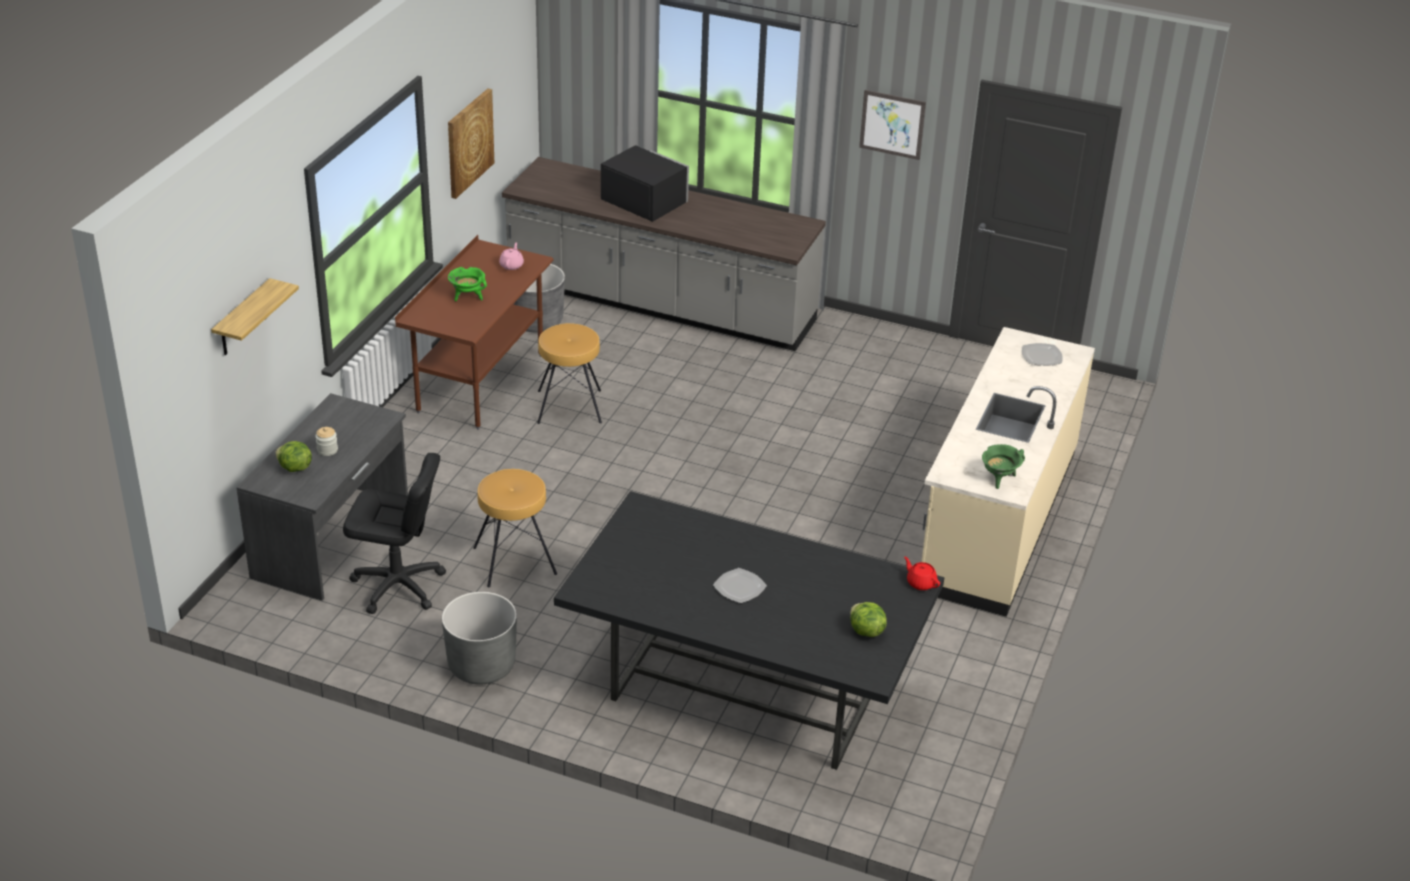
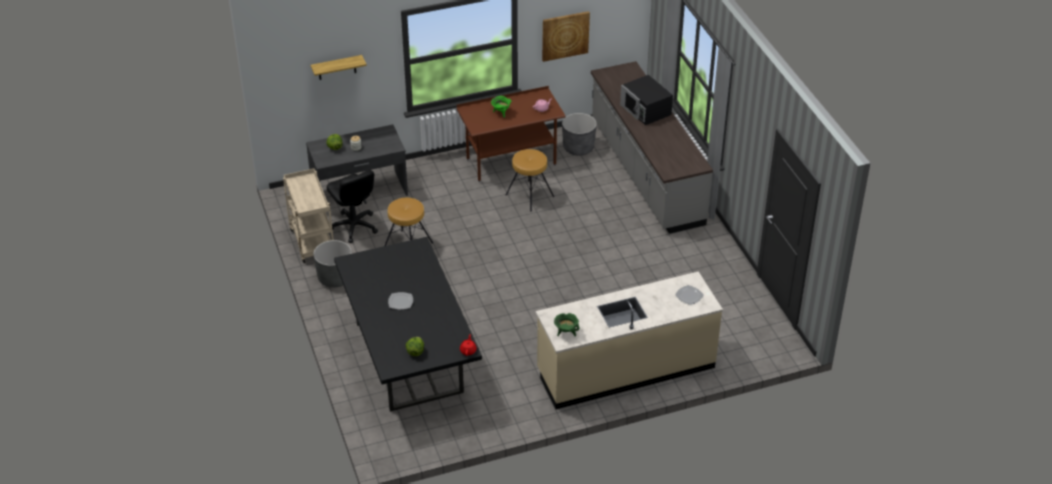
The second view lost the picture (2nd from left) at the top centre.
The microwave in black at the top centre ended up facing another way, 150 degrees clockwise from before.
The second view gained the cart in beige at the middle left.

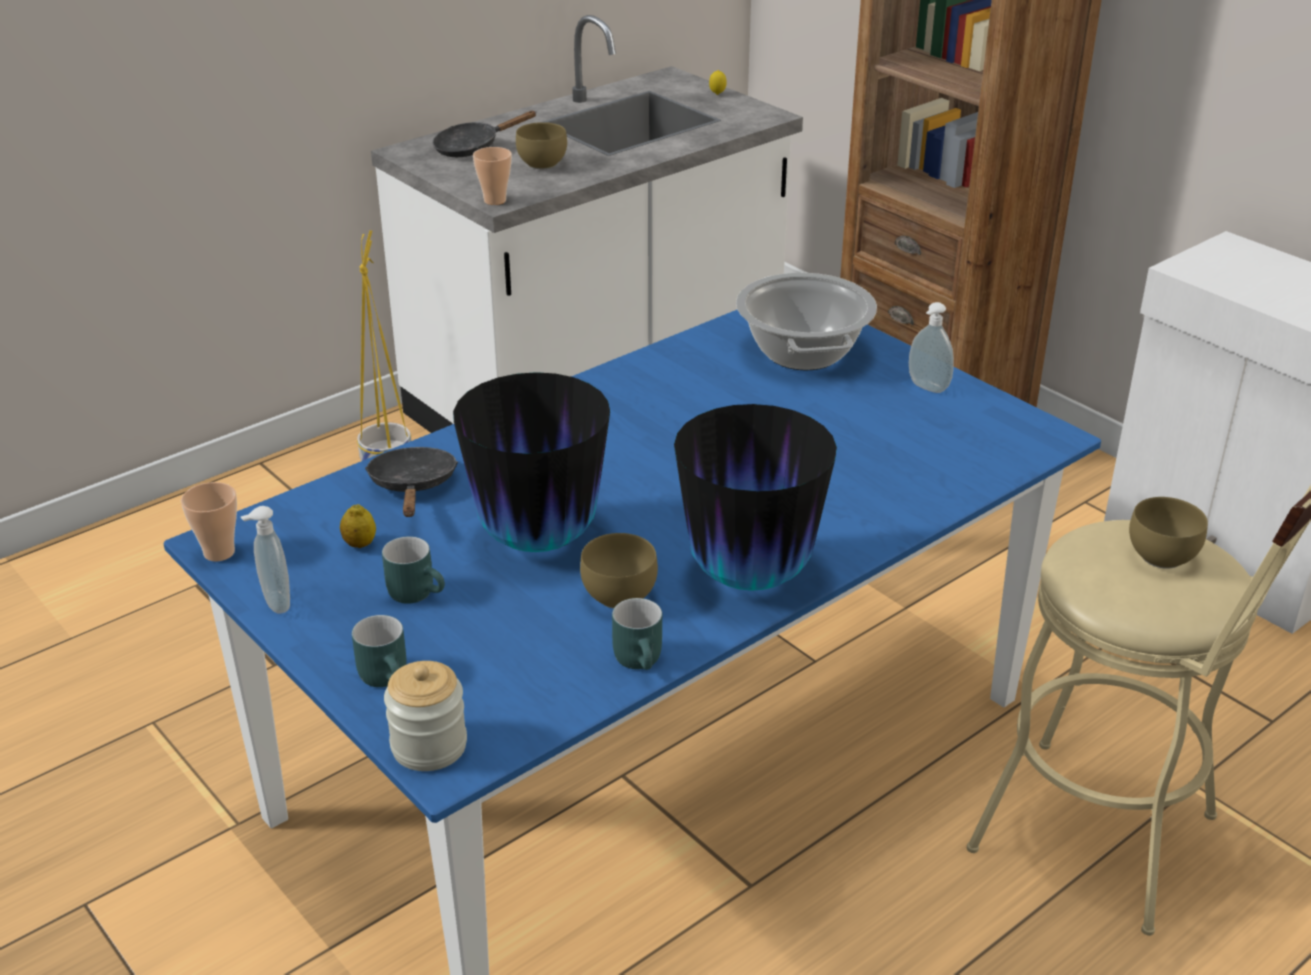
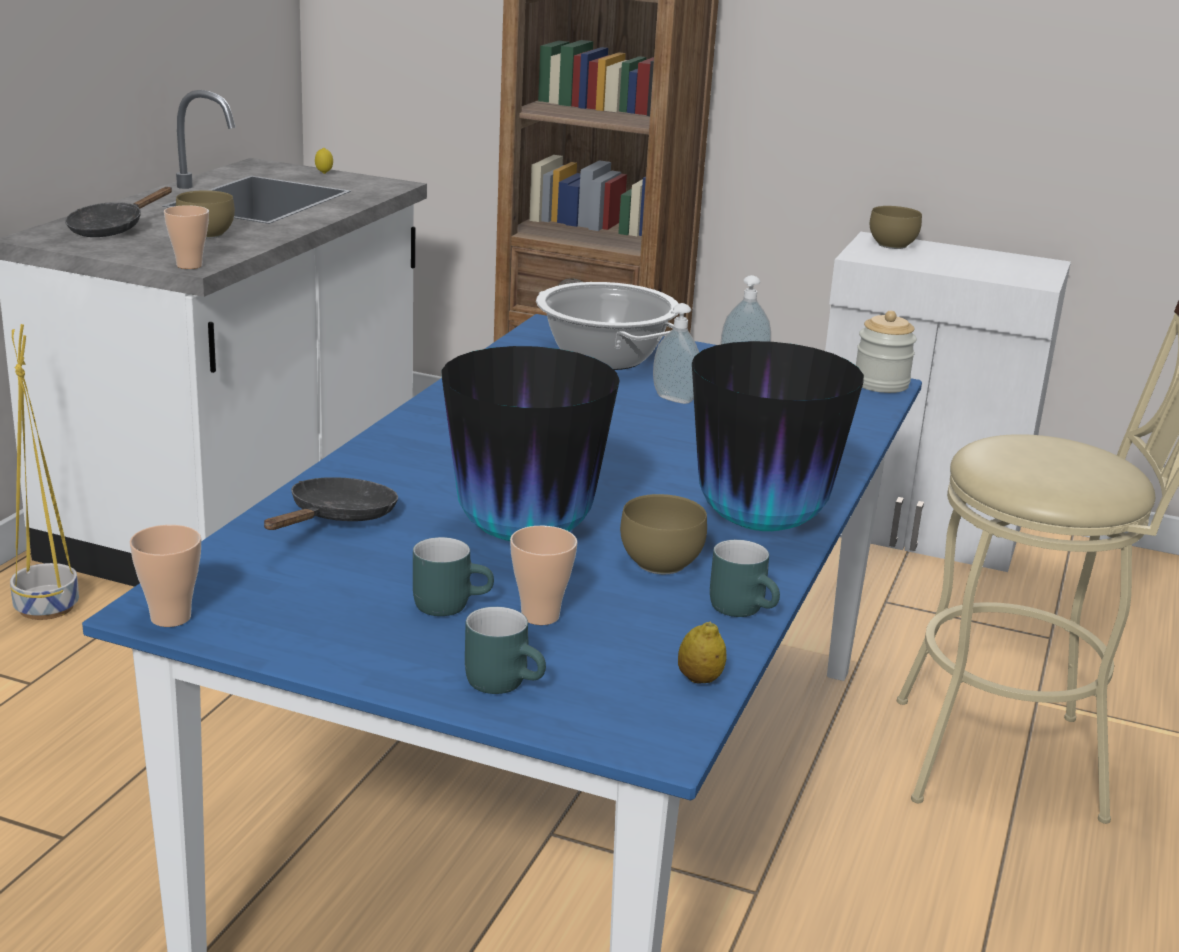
The frying pan in black (1st from left in the first image) at the middle left ended up facing another way, 60 degrees clockwise from before.
The bowl in brown (3rd from left) ended up elsewhere, having gone from the middle right to the top right.
The lemon (1st from left in the first image) ended up elsewhere, having gone from the middle left to the bottom centre.
The soap dispenser (1st from left) ended up elsewhere, having gone from the middle left to the centre.
The jar ended up elsewhere, having gone from the bottom left to the middle right.
The second view gained the cup (3rd from left) at the centre.

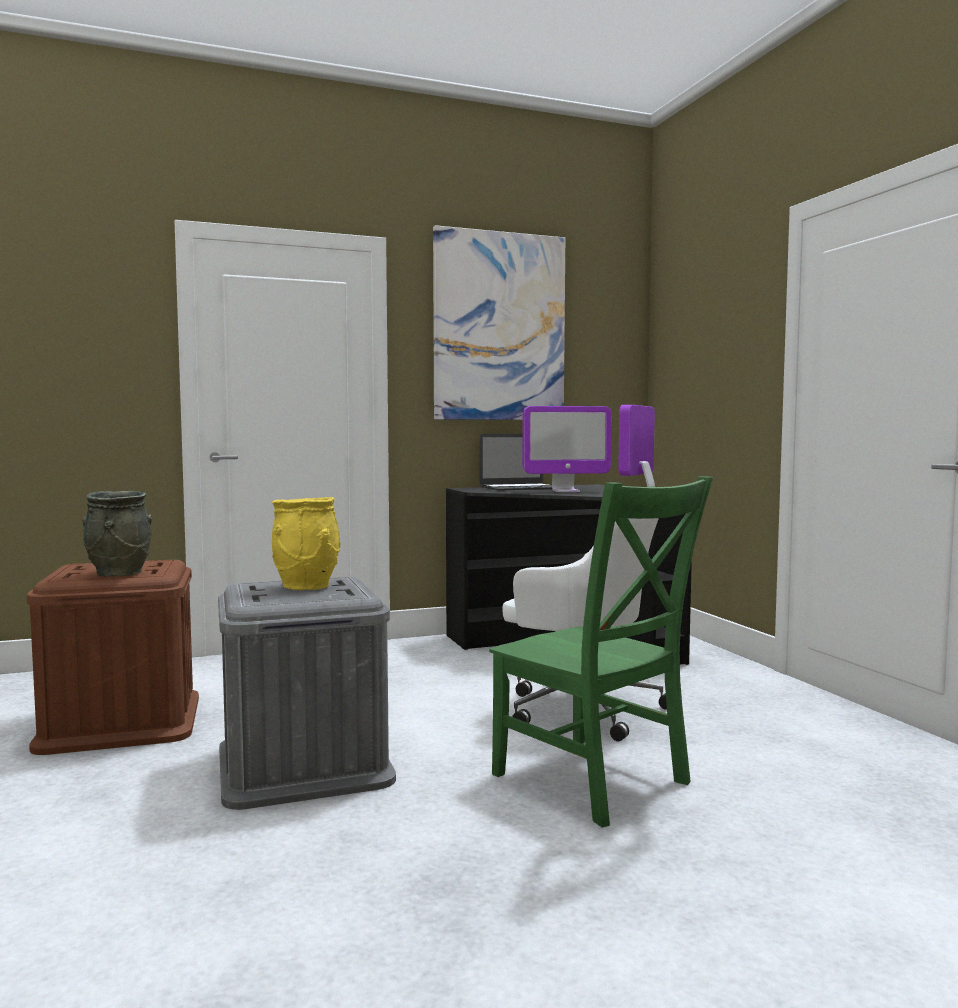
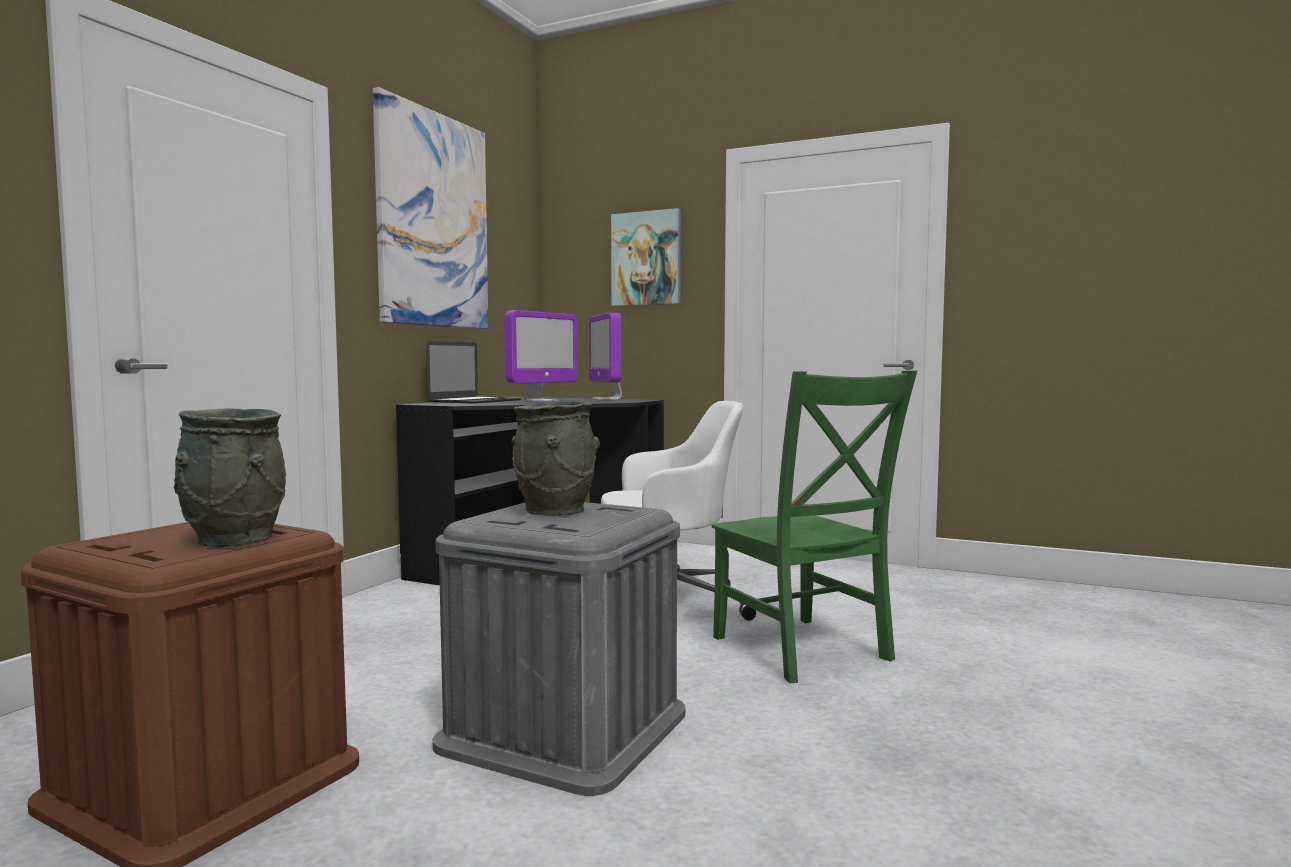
The chair in green at the centre ended up facing another way, 60 degrees clockwise from before.
What was the vase in yellow at the middle left turned into the vase in grey (2nd from left) at the centre.
The second view gained the picture (2nd from left) at the top centre.

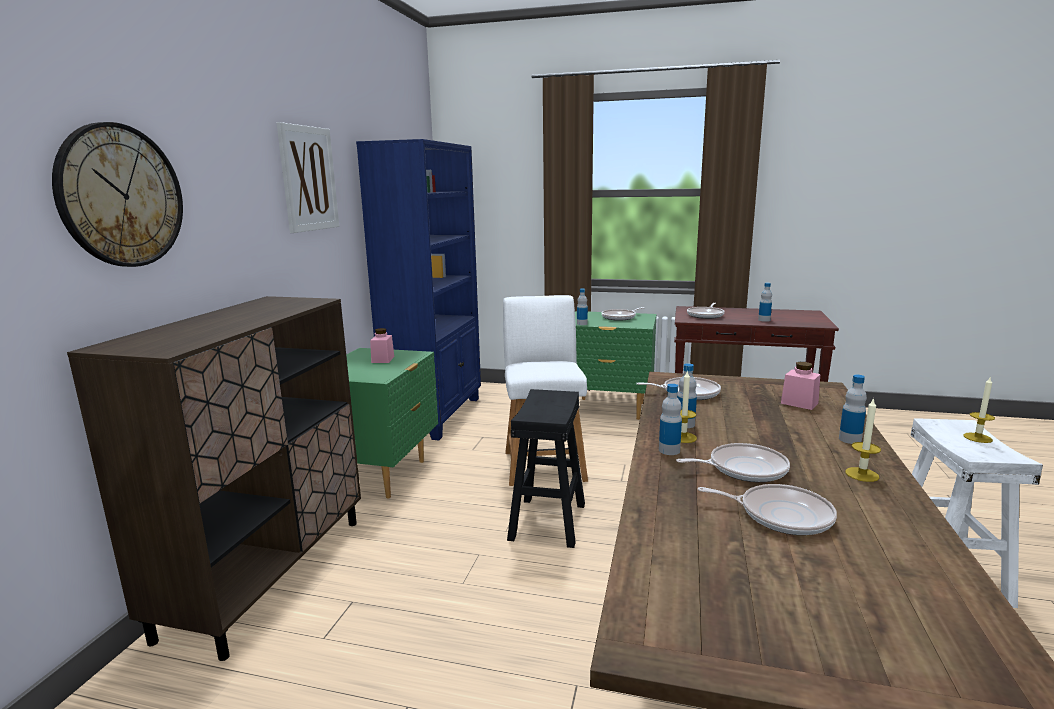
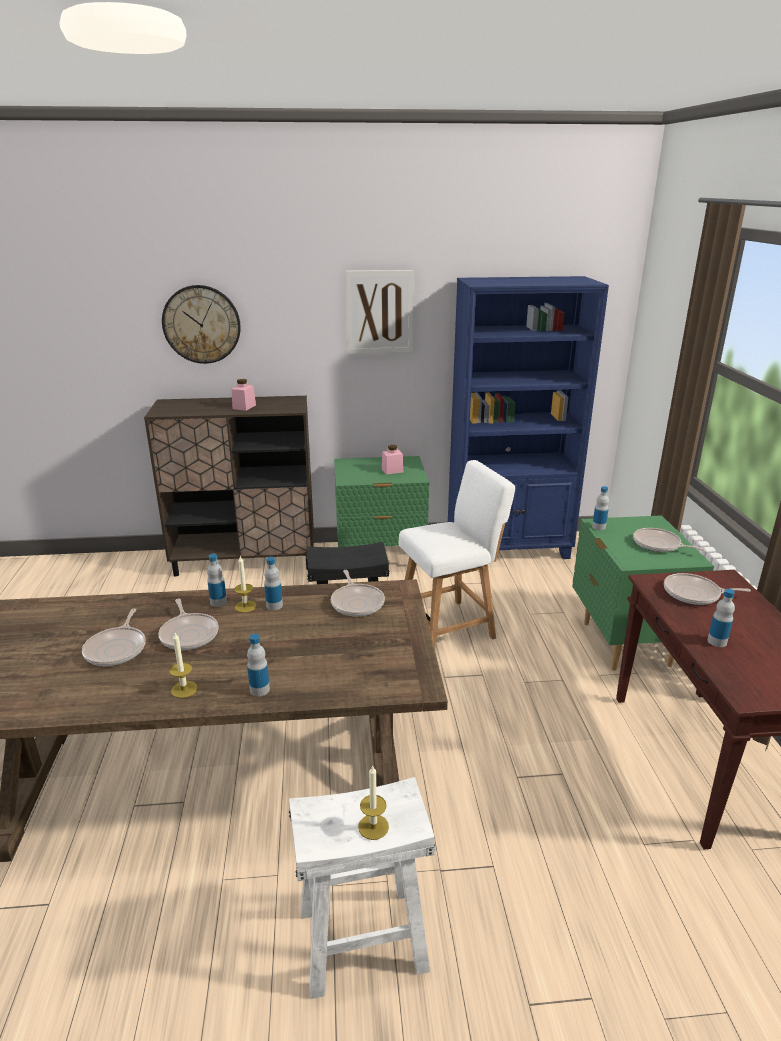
The jar in pink (2nd from left in the first image) ended up elsewhere, having gone from the middle right to the middle left.

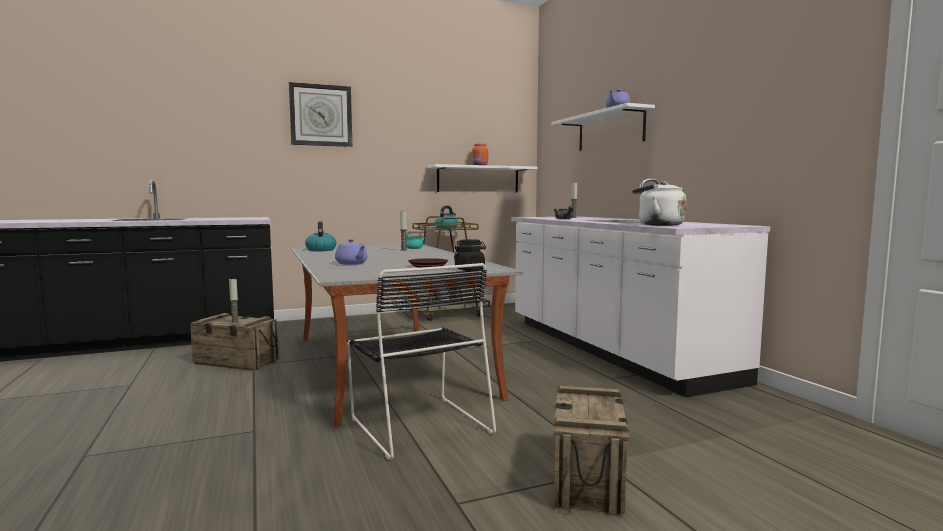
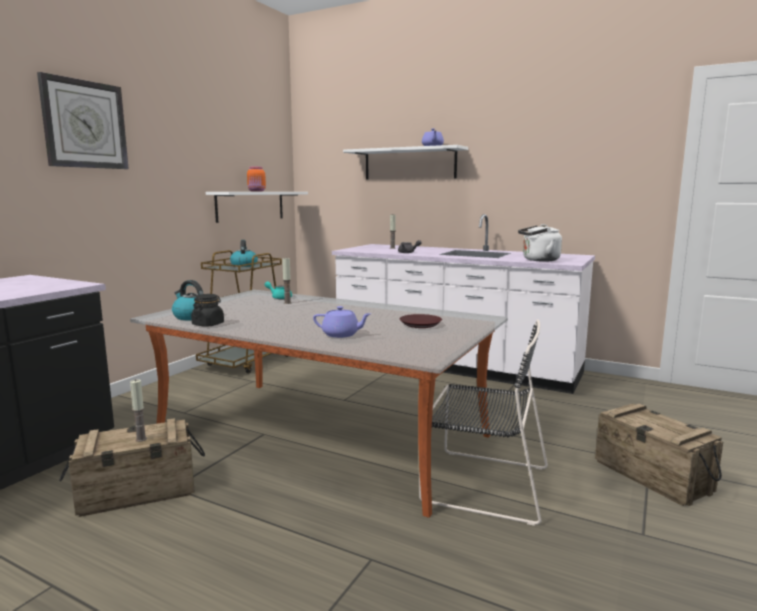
The jar in black ended up elsewhere, having gone from the centre to the middle left.

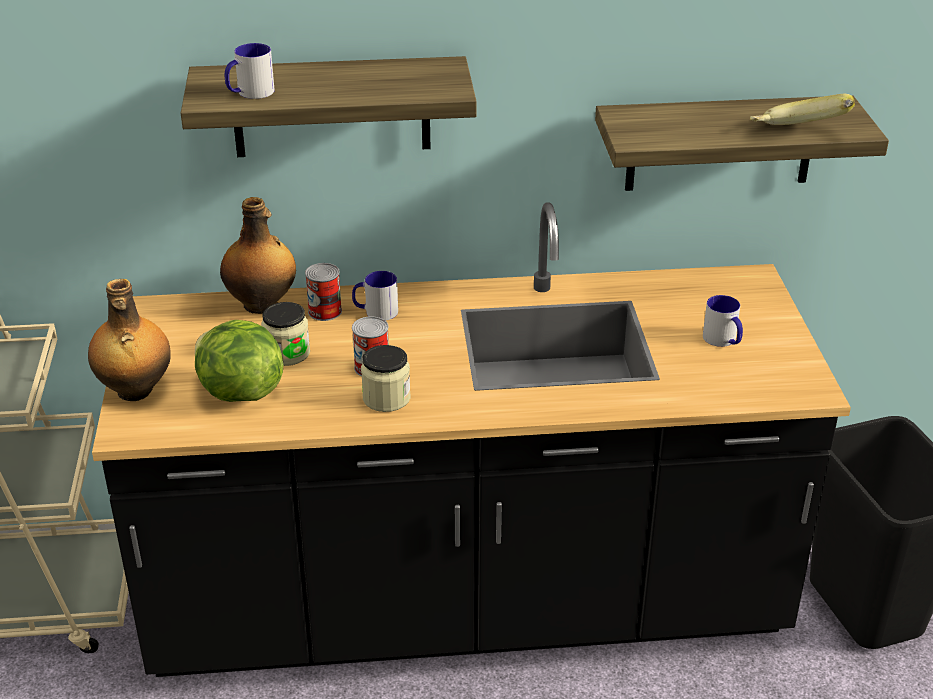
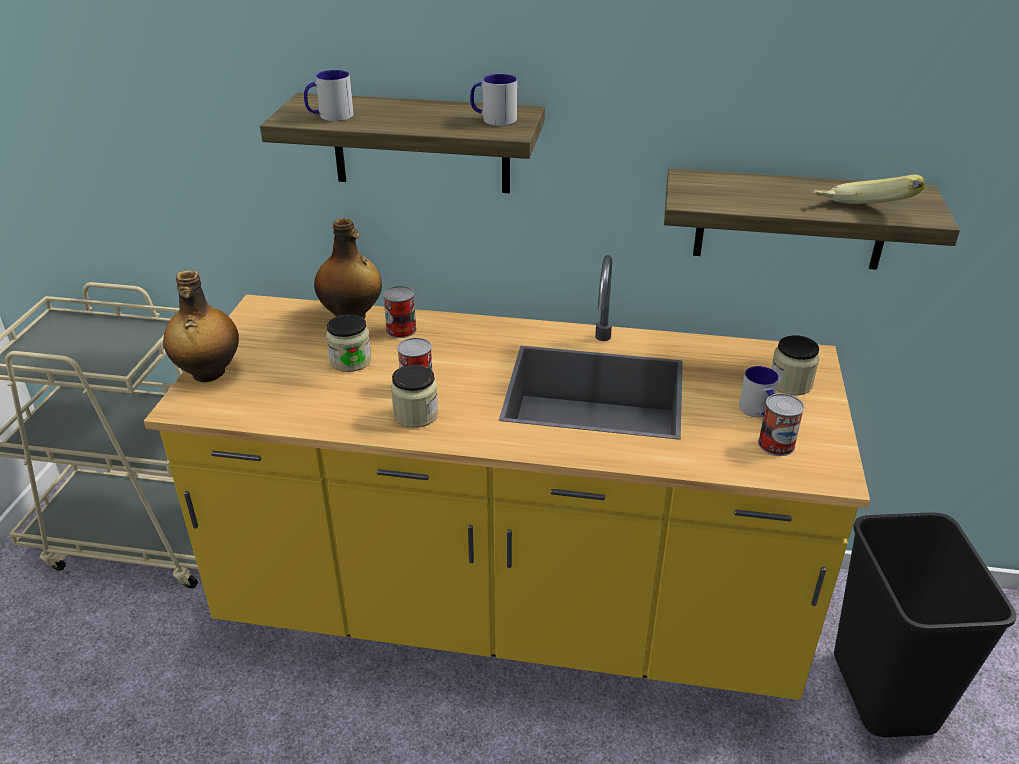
What was the counter in black at the centre turned into the counter in yellow at the centre.
The mug (2nd from left) ended up elsewhere, having gone from the centre to the top centre.
The second view lost the lettuce at the middle left.
The second view gained the jar (3rd from left) at the middle right.
The second view gained the can (3rd from left) at the middle right.

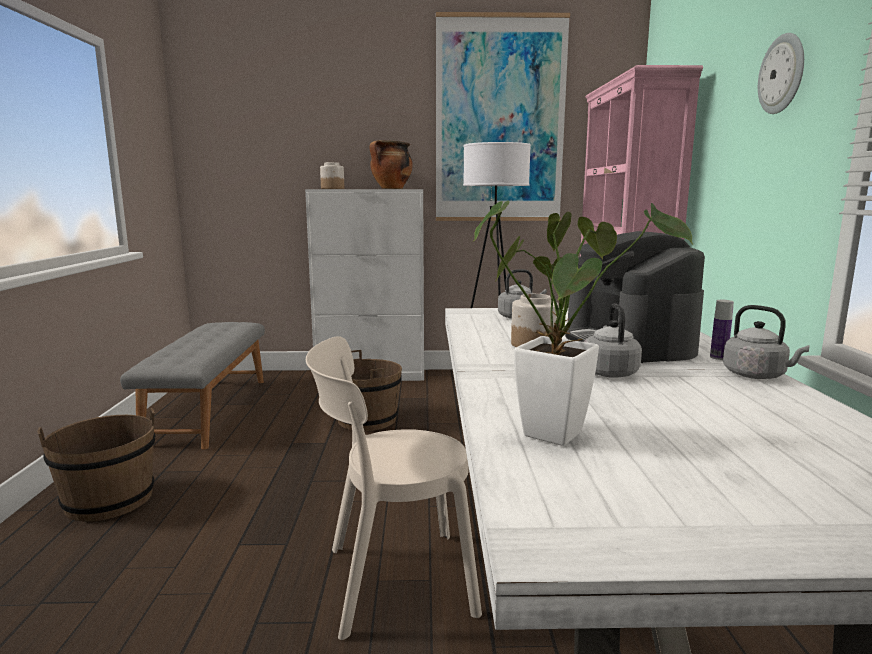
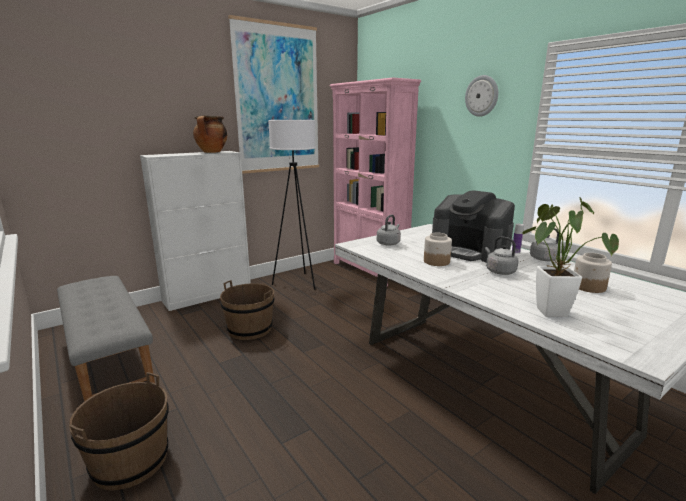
The jar (1st from left in the first image) ended up elsewhere, having gone from the top centre to the middle right.
The second view lost the chair in beige at the bottom centre.

